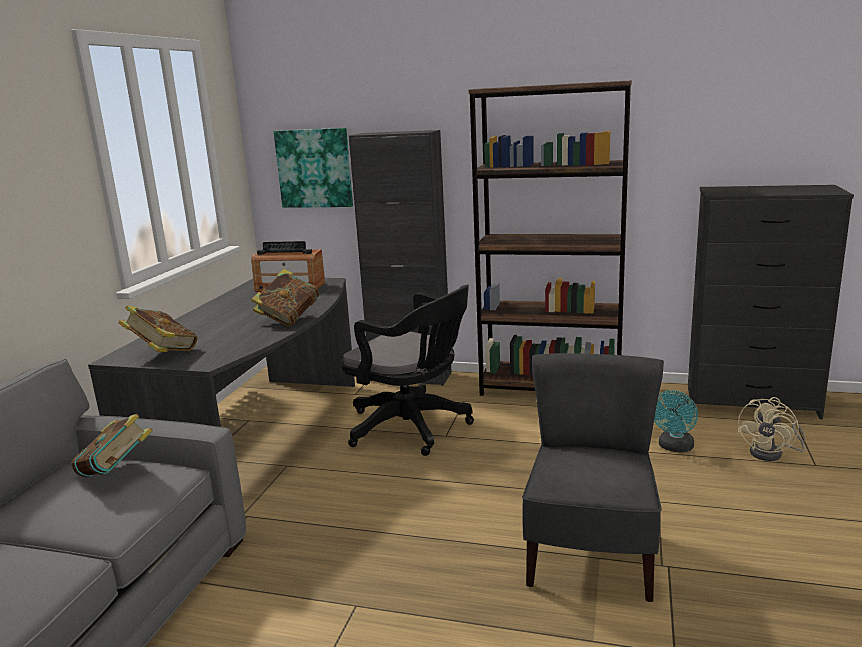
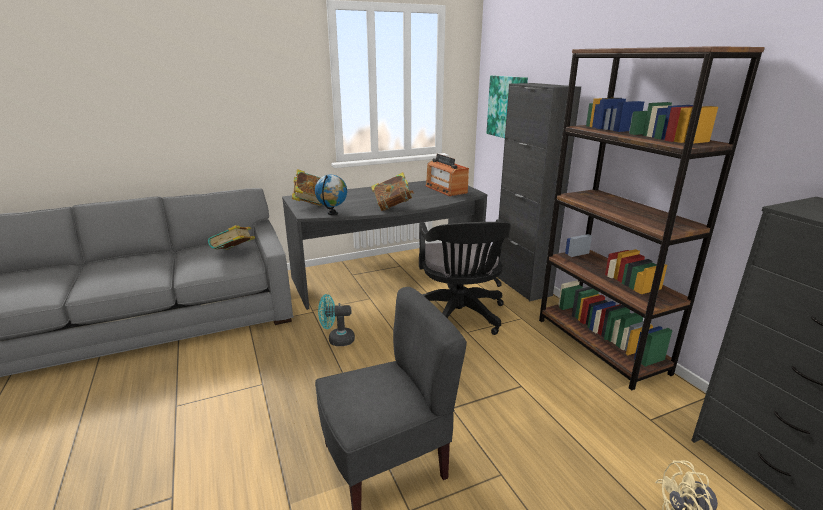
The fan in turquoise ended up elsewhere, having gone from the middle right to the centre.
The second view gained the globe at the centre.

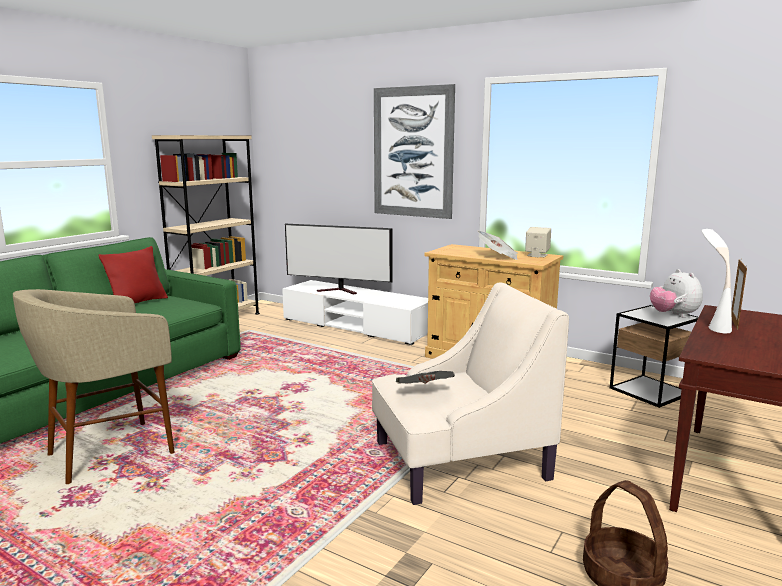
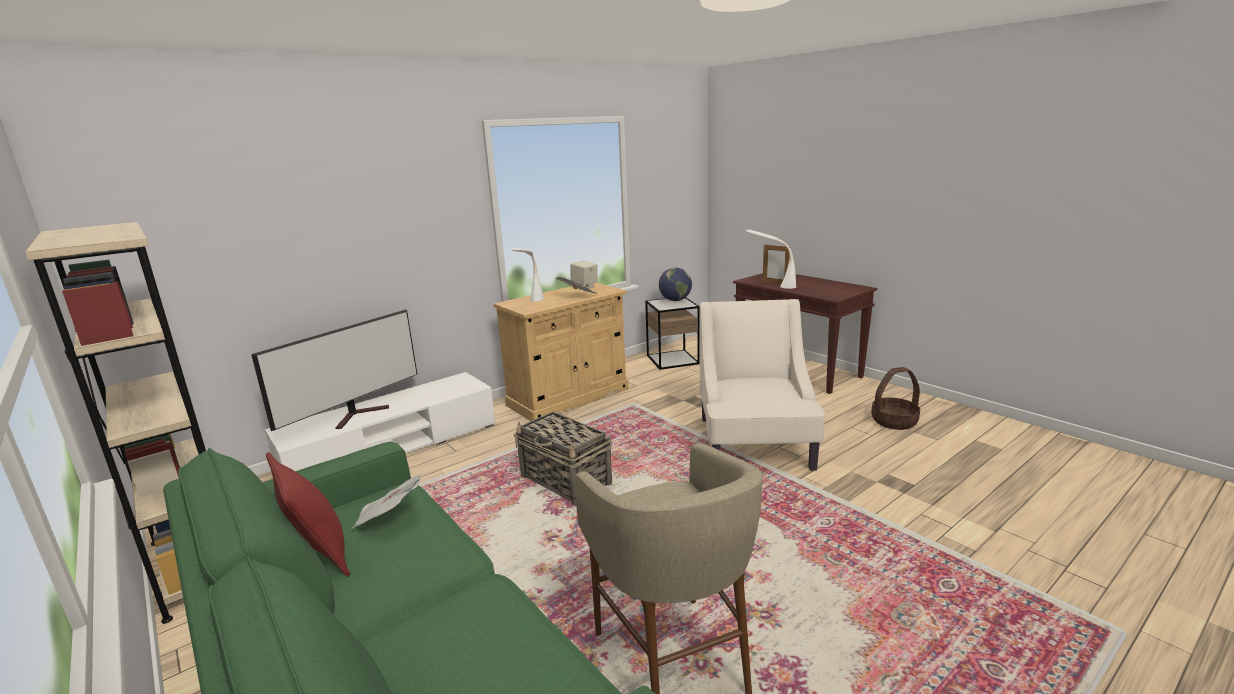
The second view lost the picture at the top centre.
Where the plush toy stood at the middle right, the globe came to stand at the centre.
The newspaper (1st from left) ended up elsewhere, having gone from the centre to the bottom left.
The second view gained the table lamp in white (1st from left) at the centre.
The second view gained the basket (1st from left) at the centre.

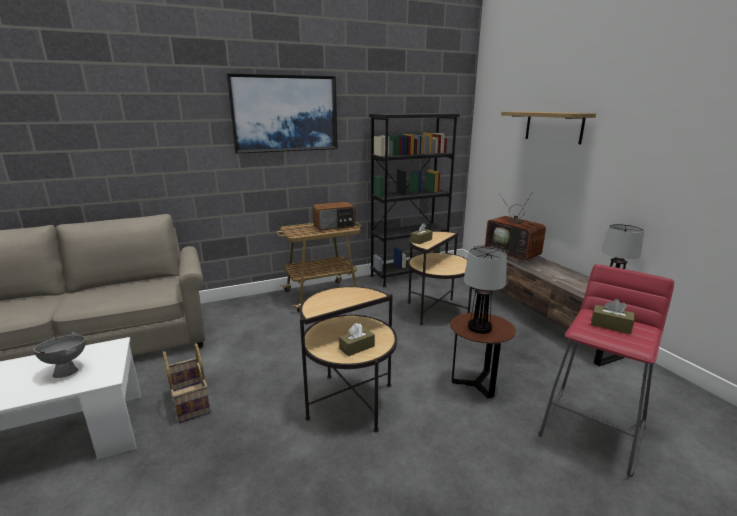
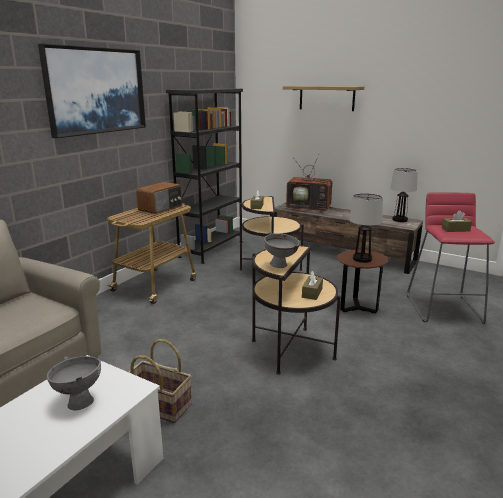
The second view gained the bowl in grey (2nd from left) at the centre.

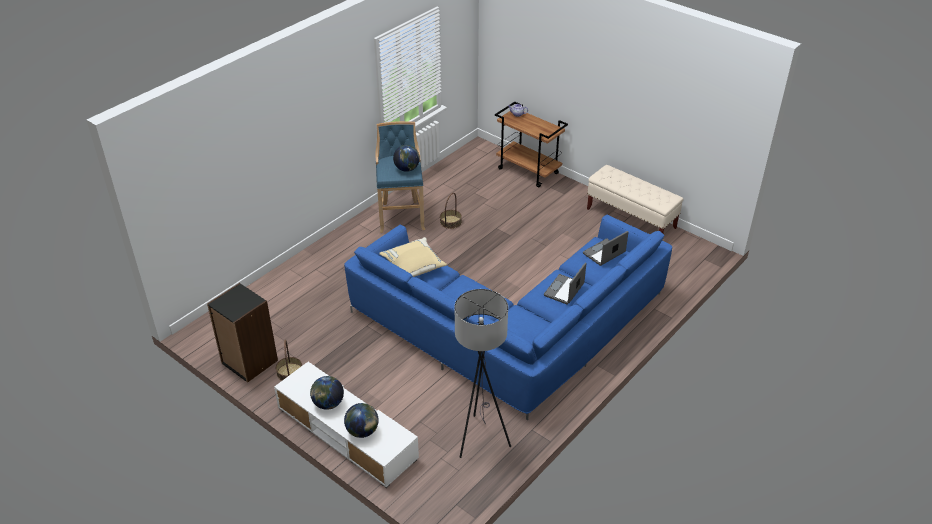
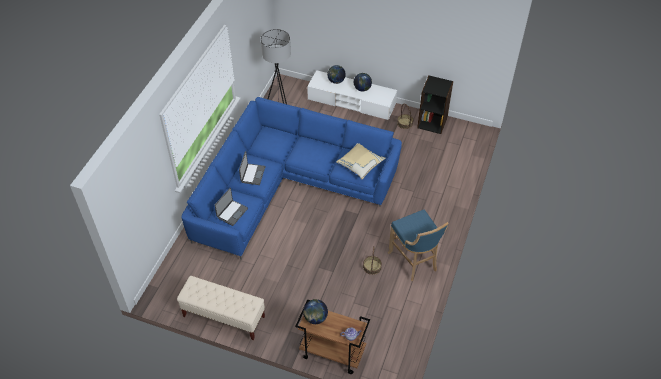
The globe (3rd from left in the first image) ended up elsewhere, having gone from the top centre to the bottom centre.

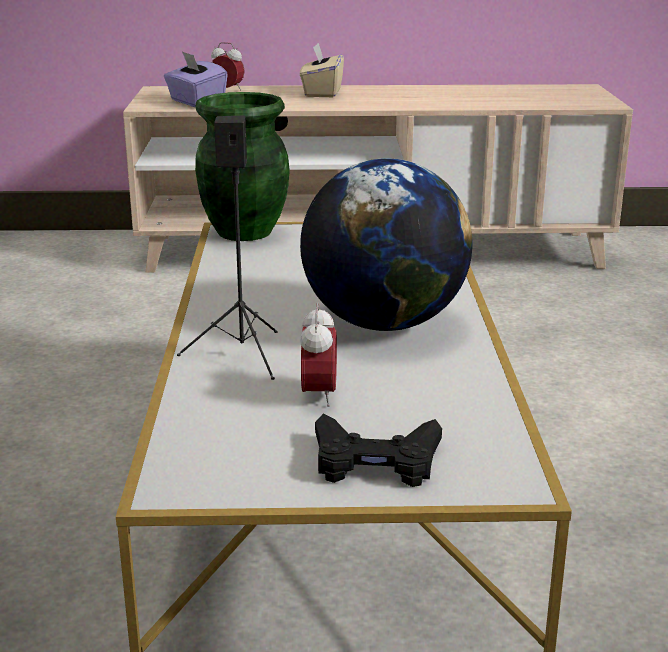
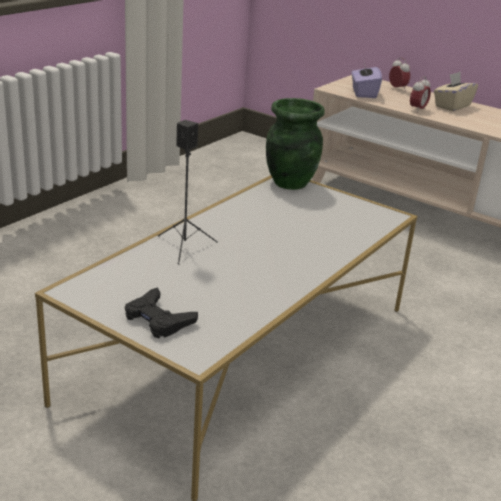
The second view lost the globe at the centre.
The alarm clock (2nd from left) ended up elsewhere, having gone from the centre to the top right.

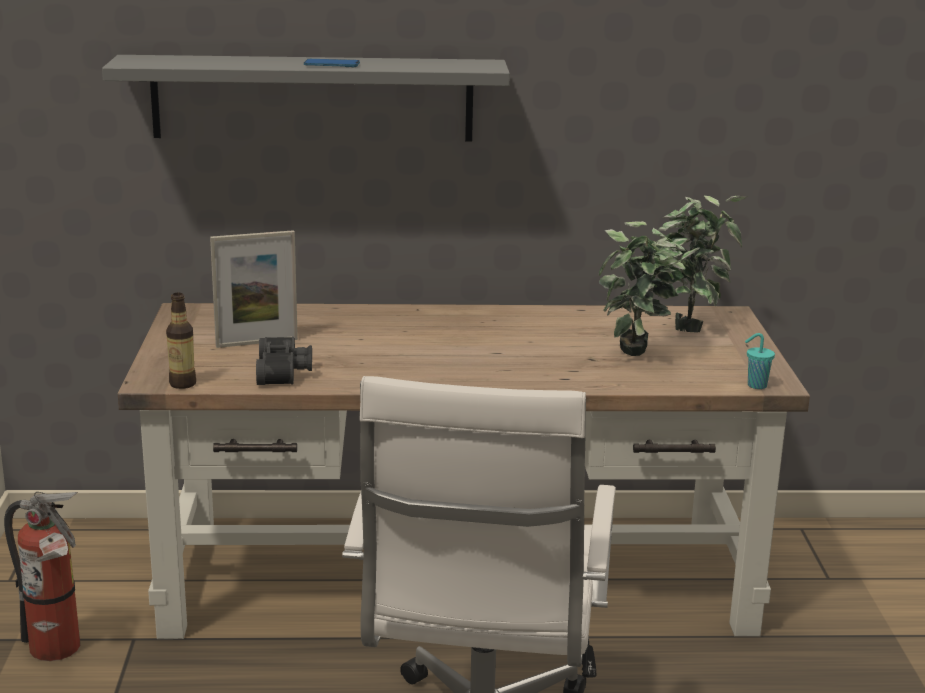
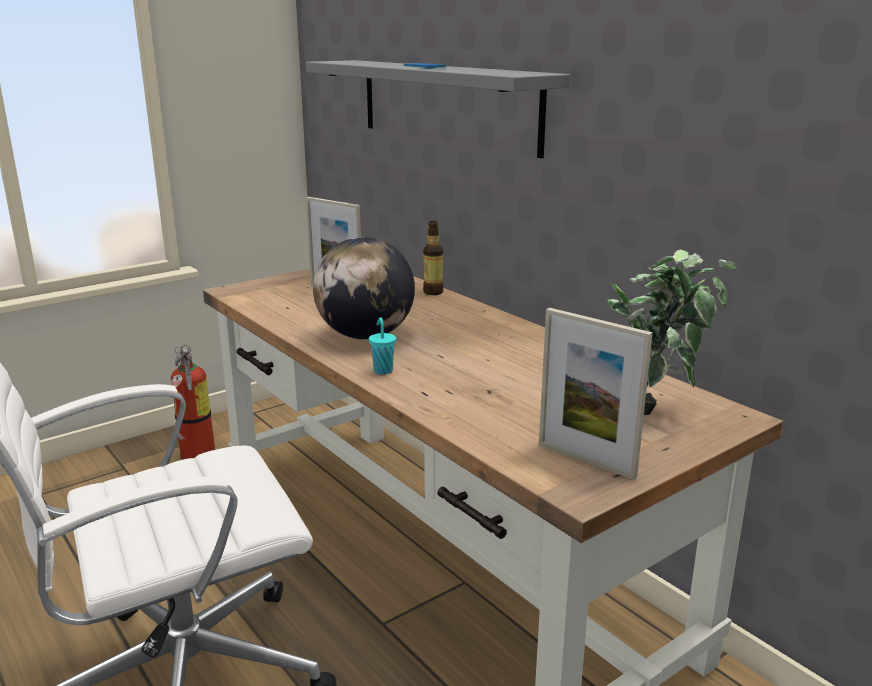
The second view lost the potted plant (1st from left) at the middle right.
The bottle ended up elsewhere, having gone from the middle left to the centre.
The cup in turquoise ended up elsewhere, having gone from the middle right to the centre.
The second view lost the binoculars in black at the middle left.
The second view gained the globe at the centre.
The second view gained the picture frame (2nd from left) at the middle right.

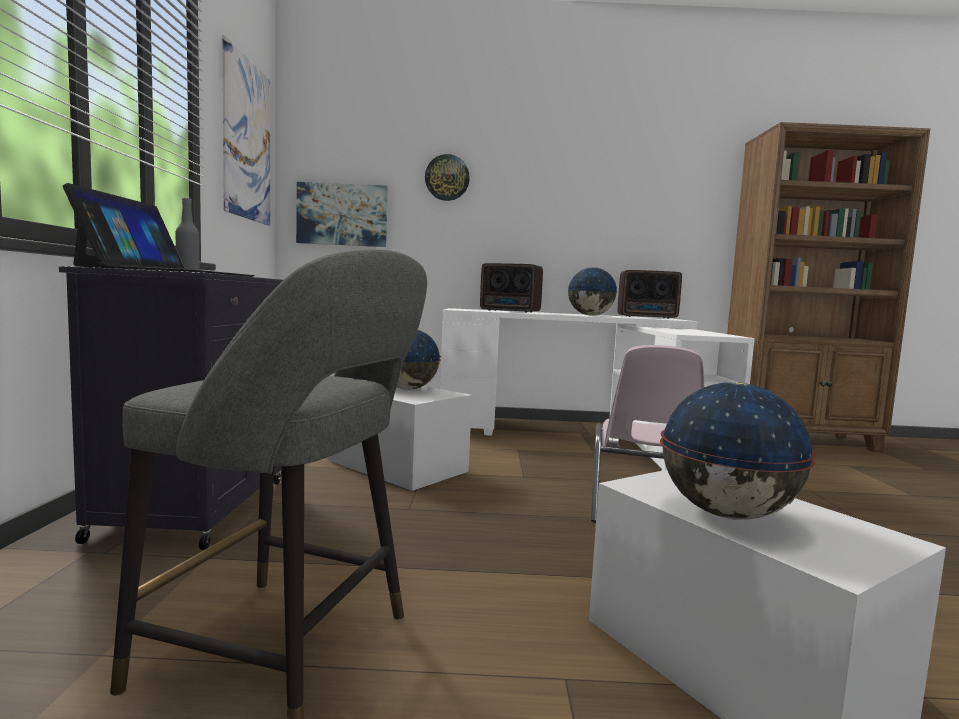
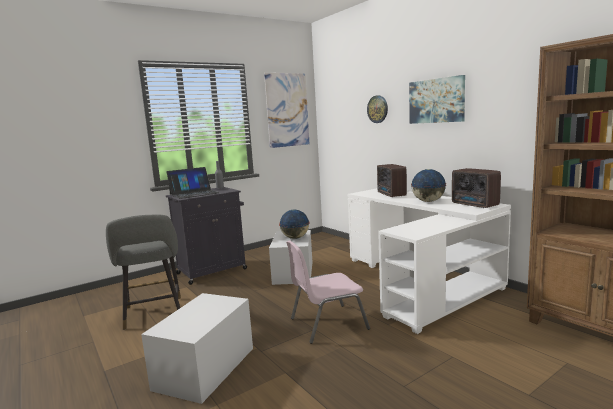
The picture (2nd from left) ended up elsewhere, having gone from the top centre to the top right.
The second view lost the globe (3rd from left) at the middle right.

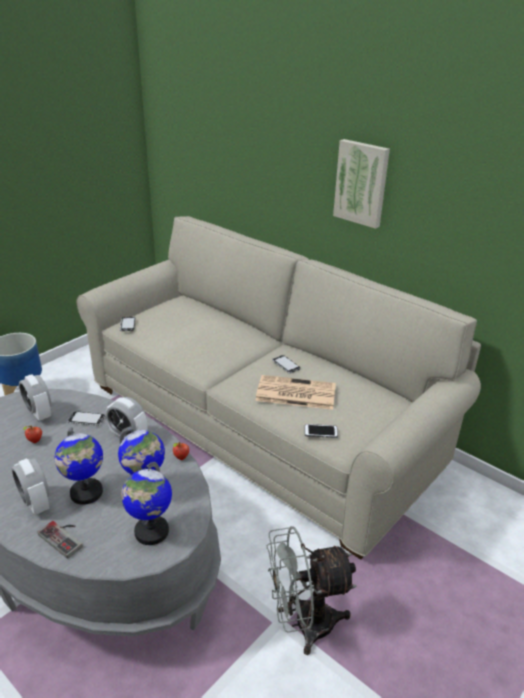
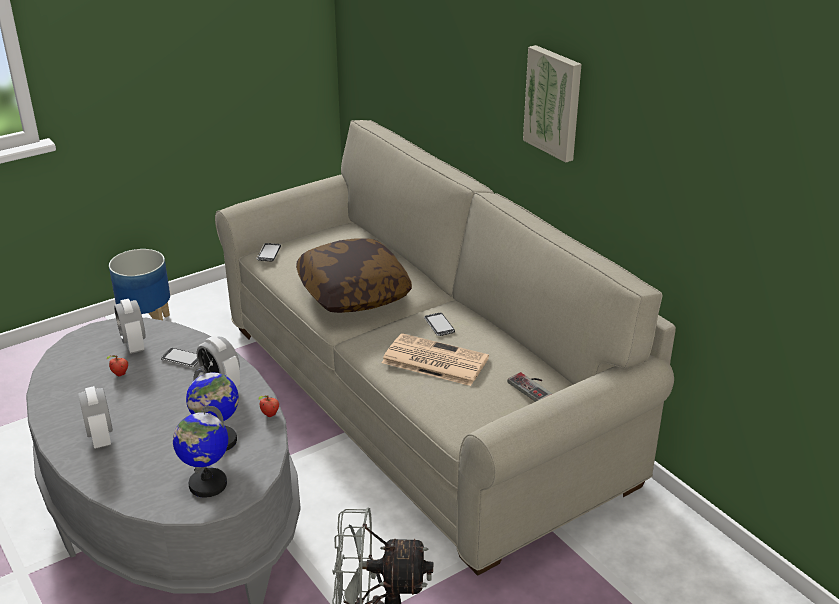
The second view lost the phone (4th from left) at the centre.
The second view lost the globe (1st from left) at the bottom left.
The game controller ended up elsewhere, having gone from the bottom left to the centre.
The second view gained the pillow at the centre.

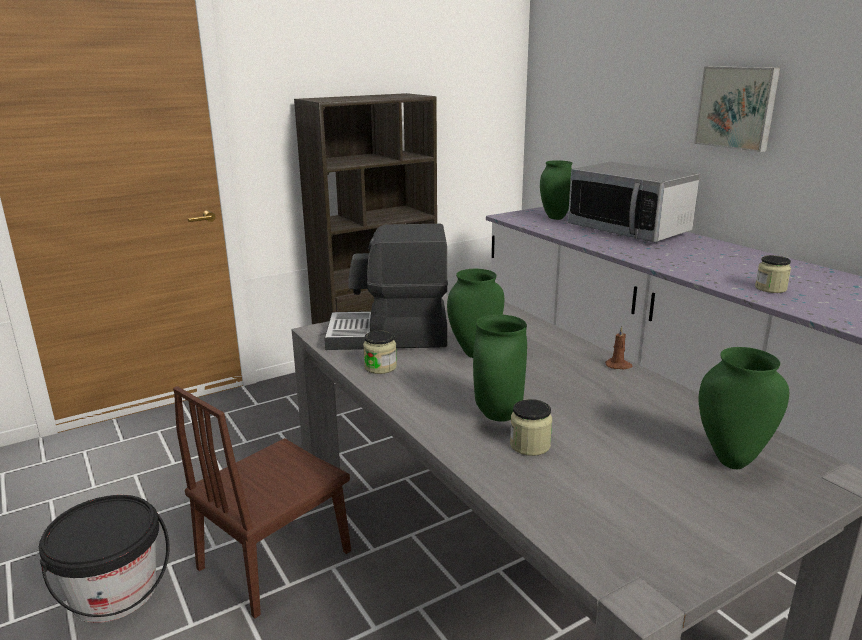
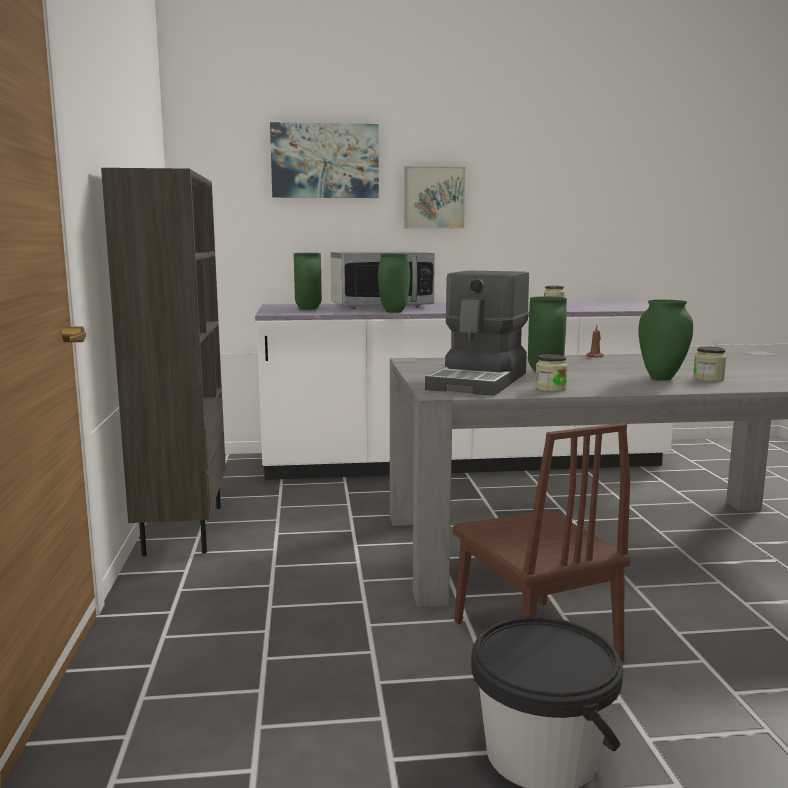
The vase in green (4th from left in the first image) ended up elsewhere, having gone from the middle right to the centre.
The second view gained the picture (1st from left) at the top centre.

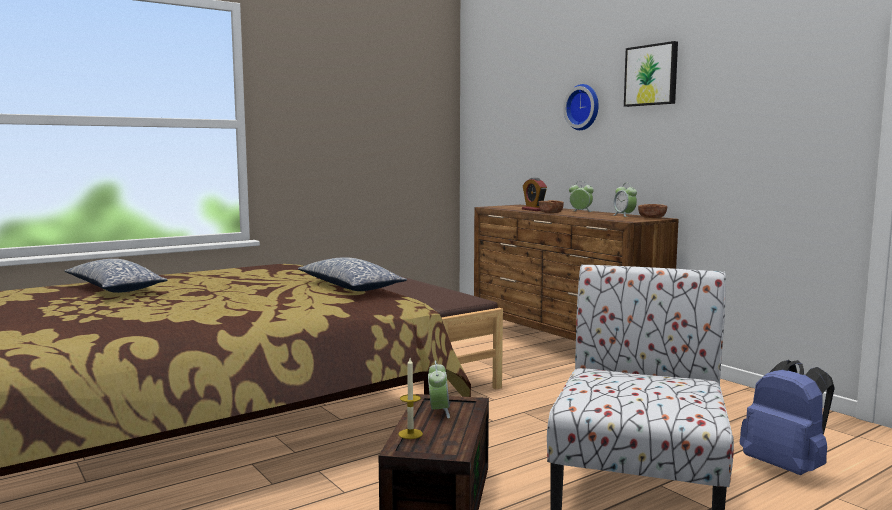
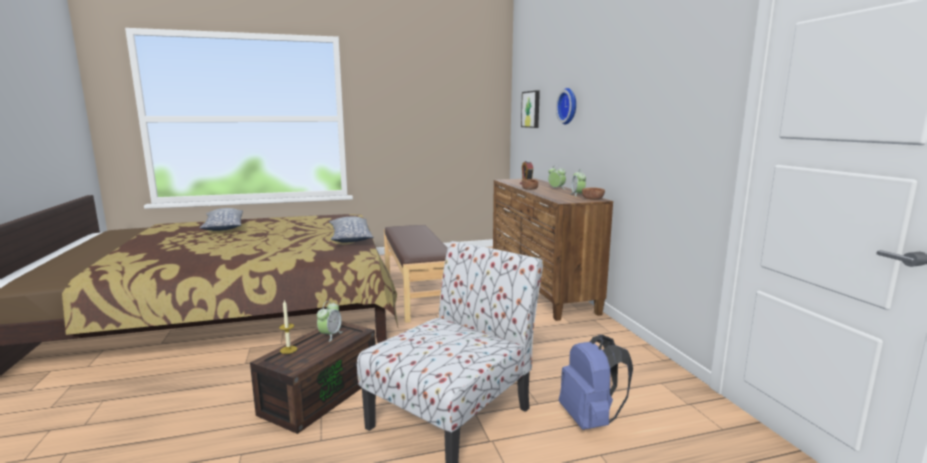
The picture ended up elsewhere, having gone from the top right to the top centre.

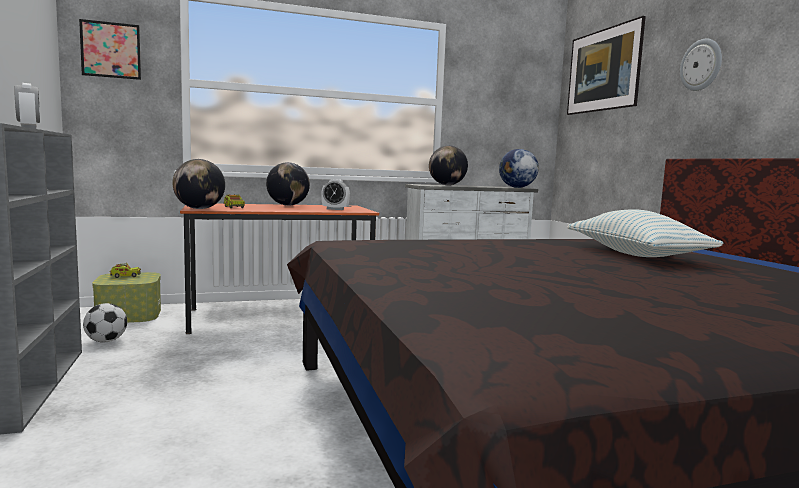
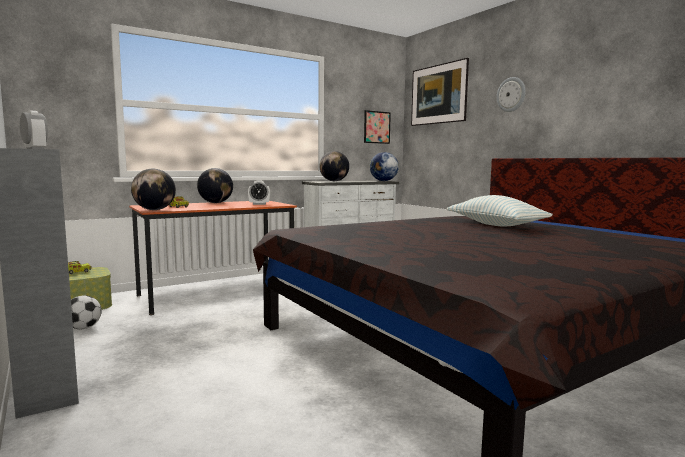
The picture (1st from left) ended up elsewhere, having gone from the top left to the top centre.

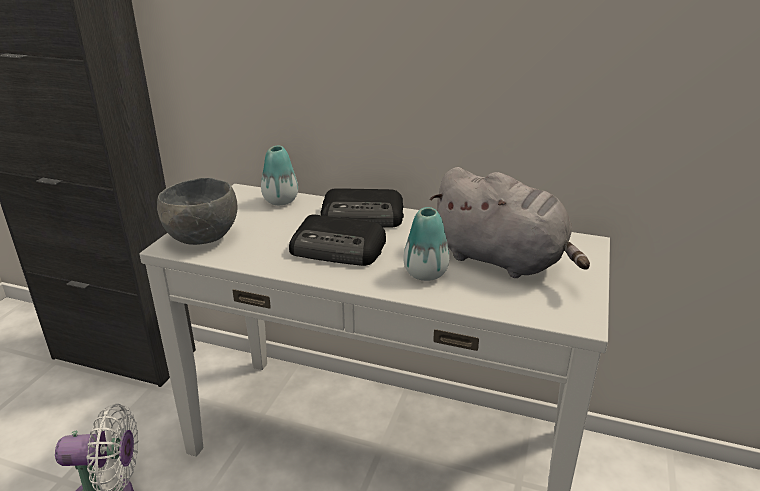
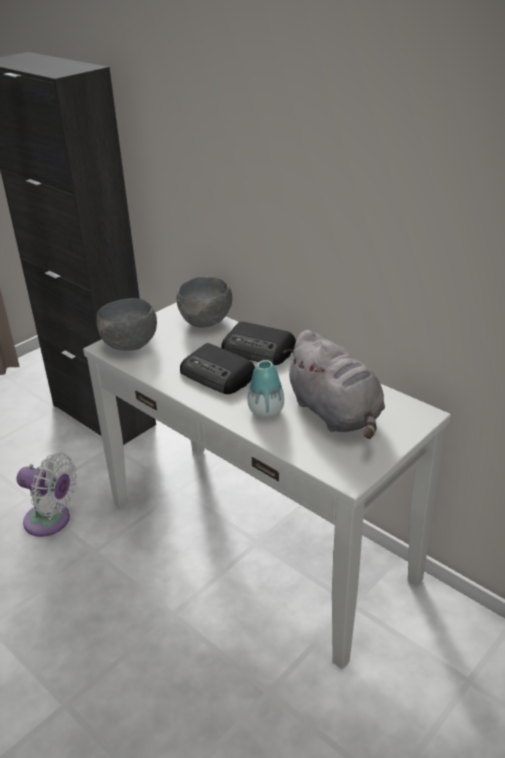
Where the vase (1st from left) stood at the centre, the bowl in grey (2nd from left) came to stand at the centre.

